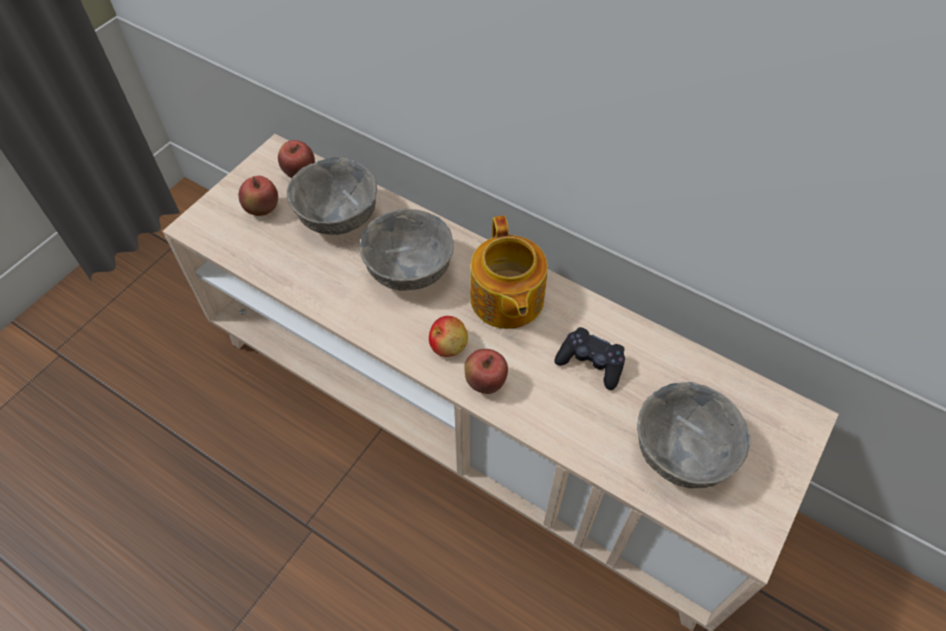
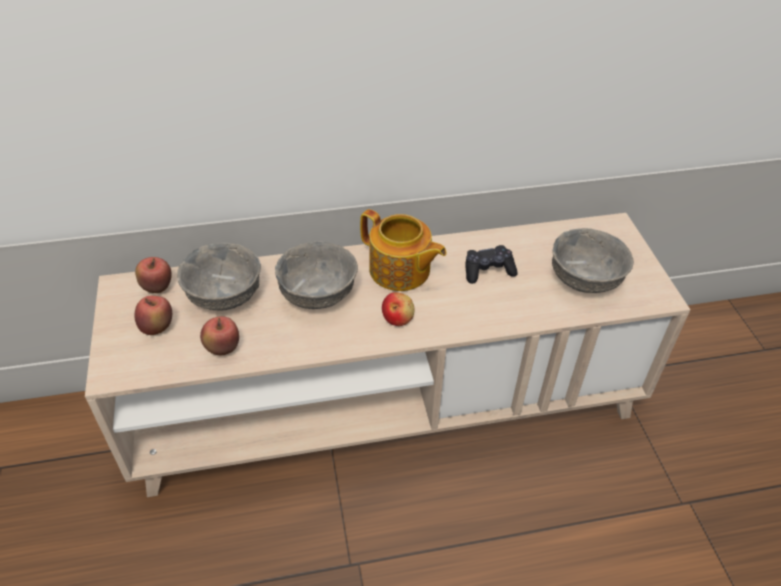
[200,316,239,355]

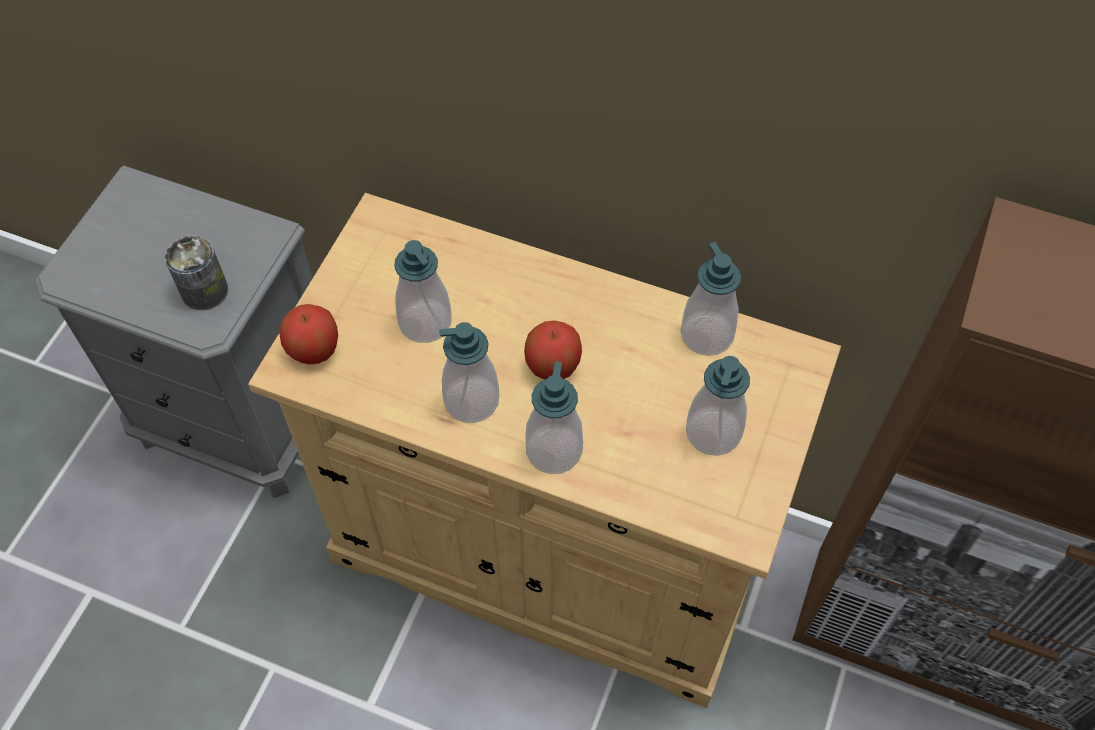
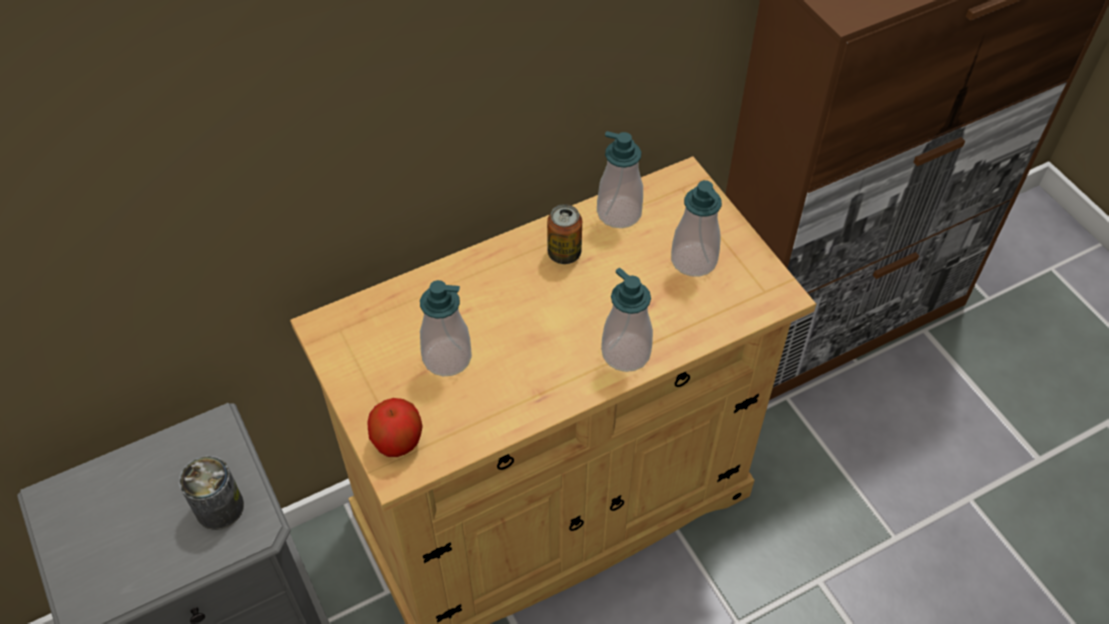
[439,322,499,423] (first image)
[524,320,582,380] (first image)
[547,204,582,264]

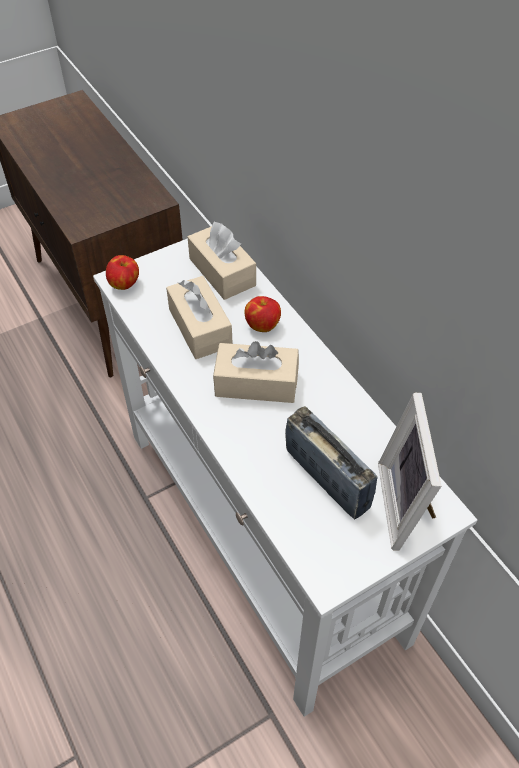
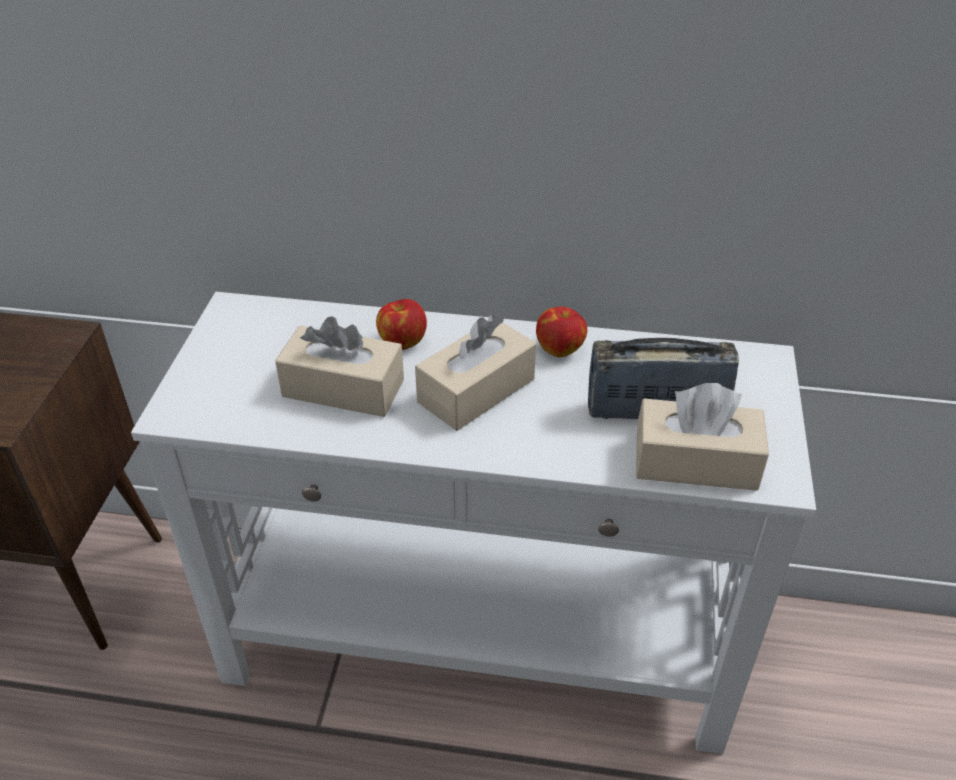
[536,307,587,357]
[636,383,769,491]
[378,393,442,551] (first image)

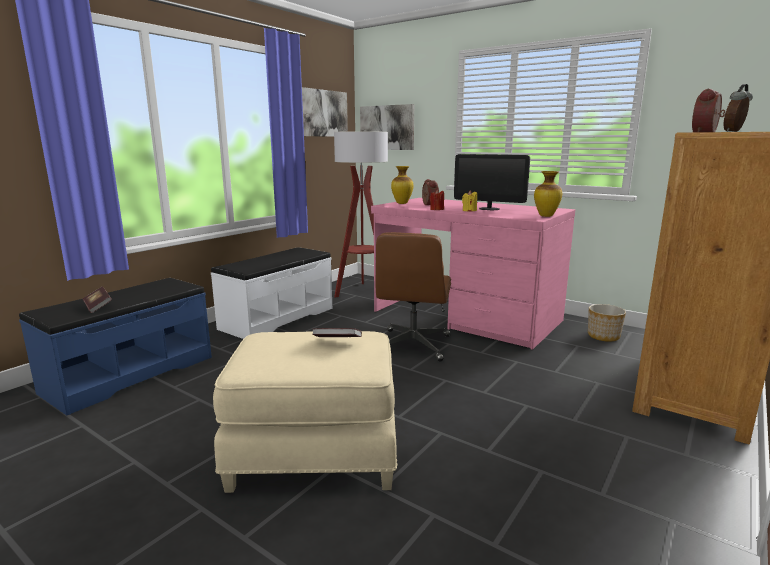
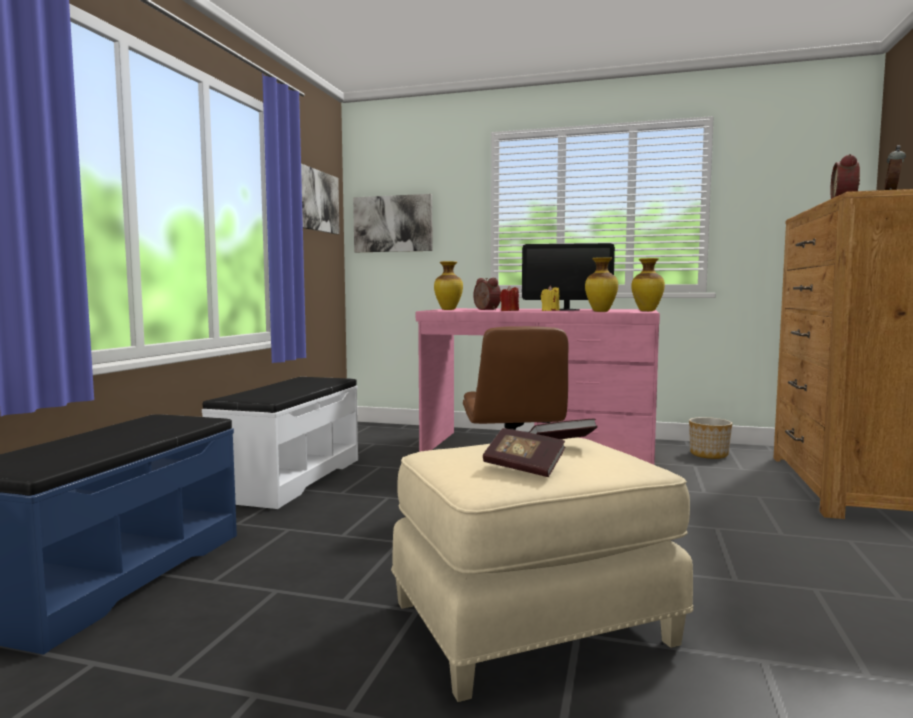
[483,428,565,477]
[334,131,388,298] (first image)
[585,257,618,312]

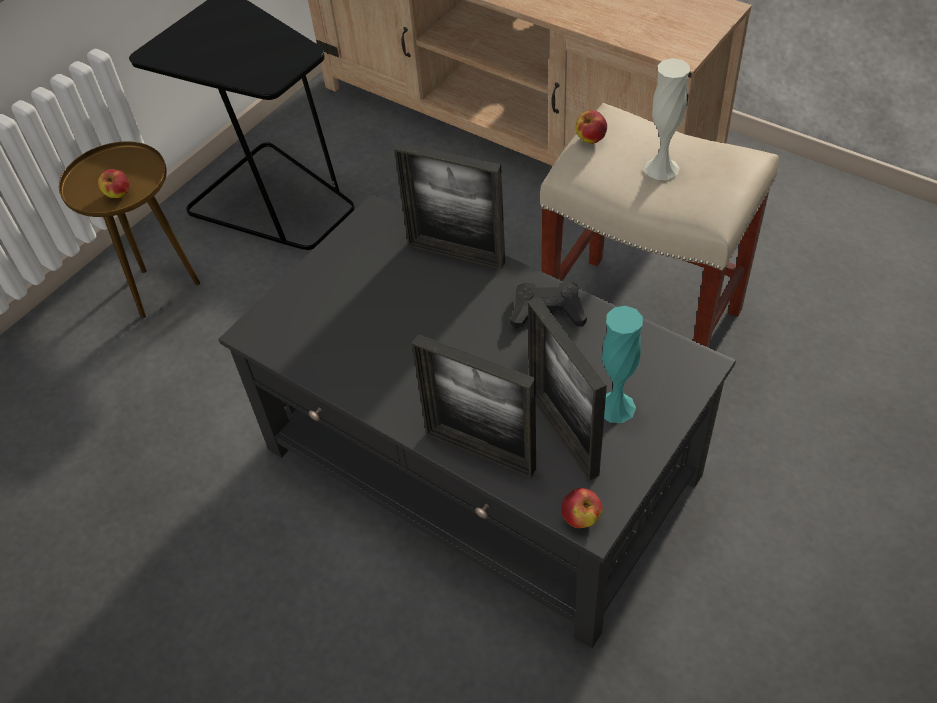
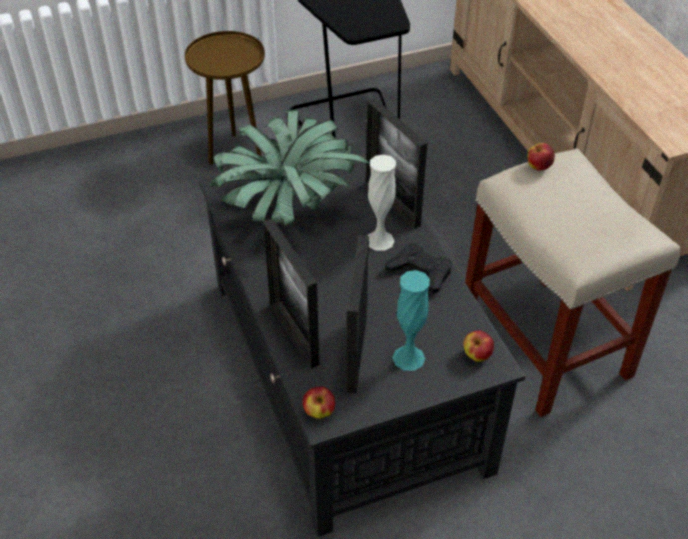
[463,330,494,362]
[368,154,396,251]
[209,110,370,226]

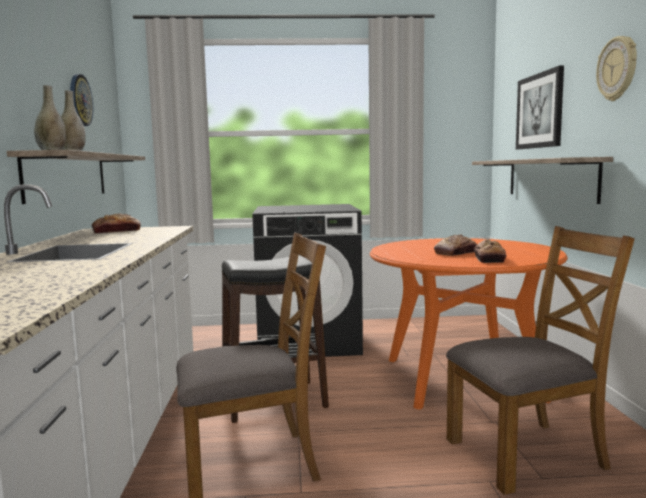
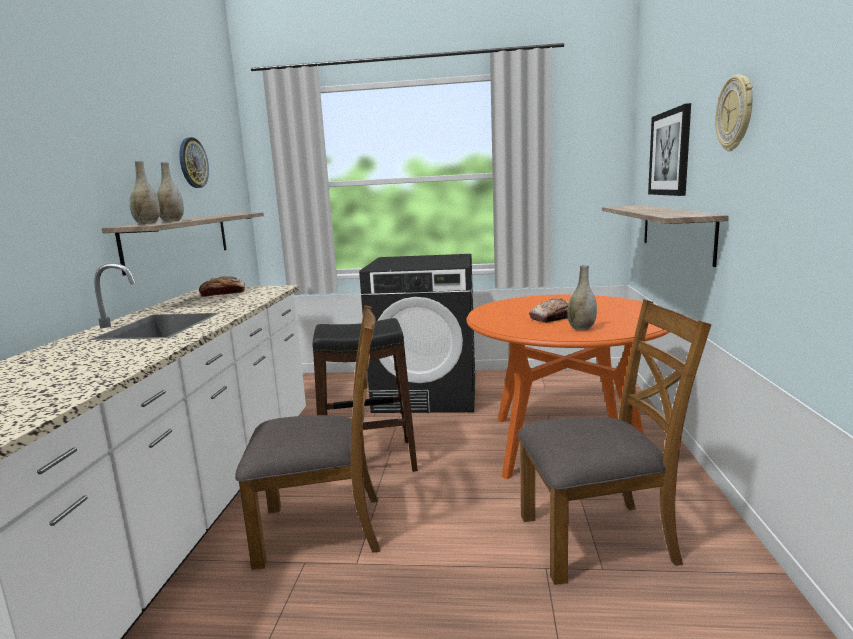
[567,265,597,330]

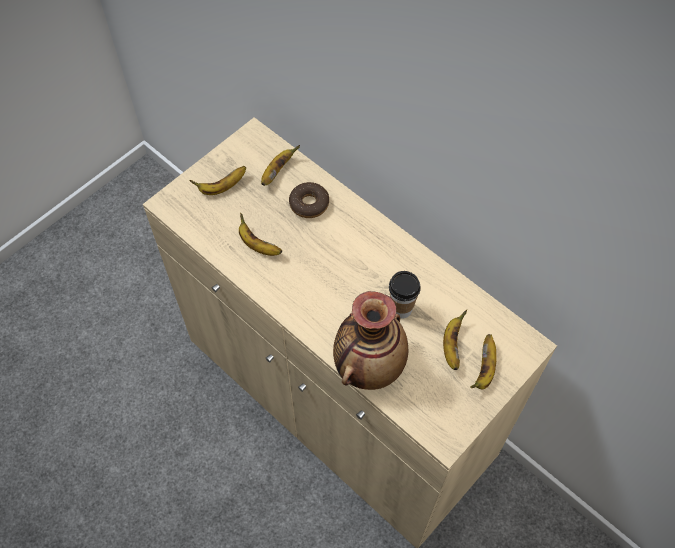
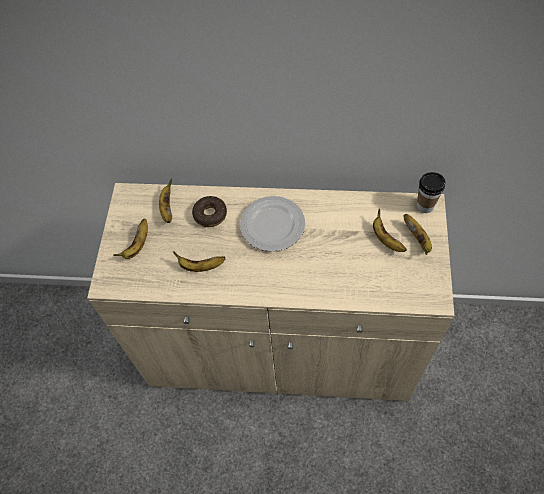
[333,291,408,390] (first image)
[417,172,445,213]
[240,196,305,251]

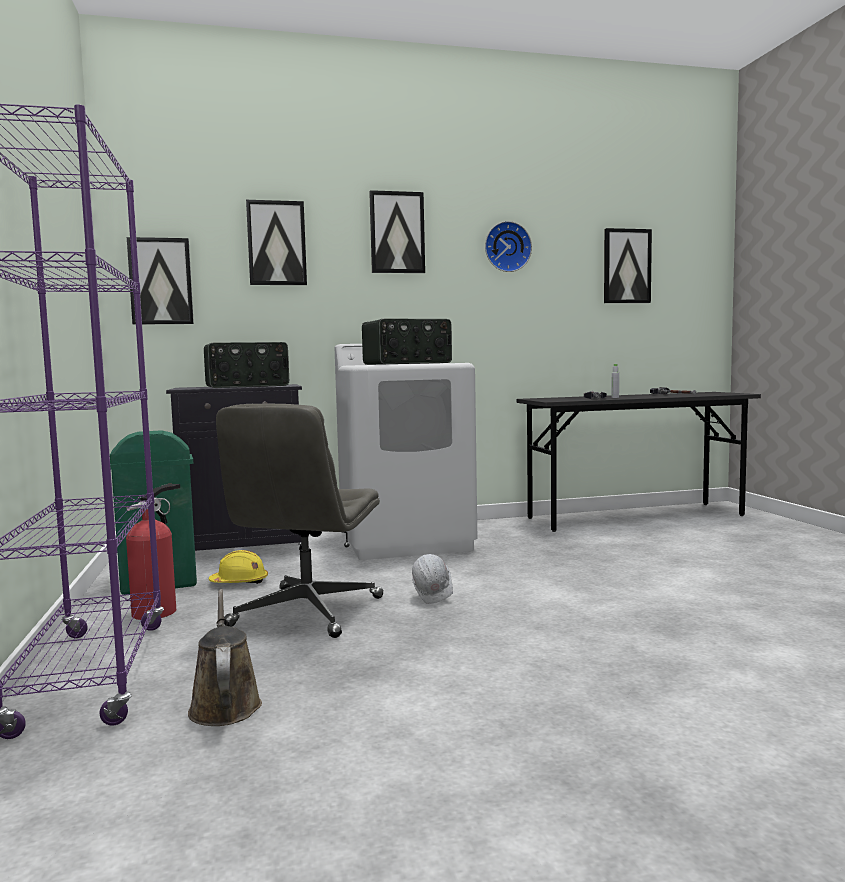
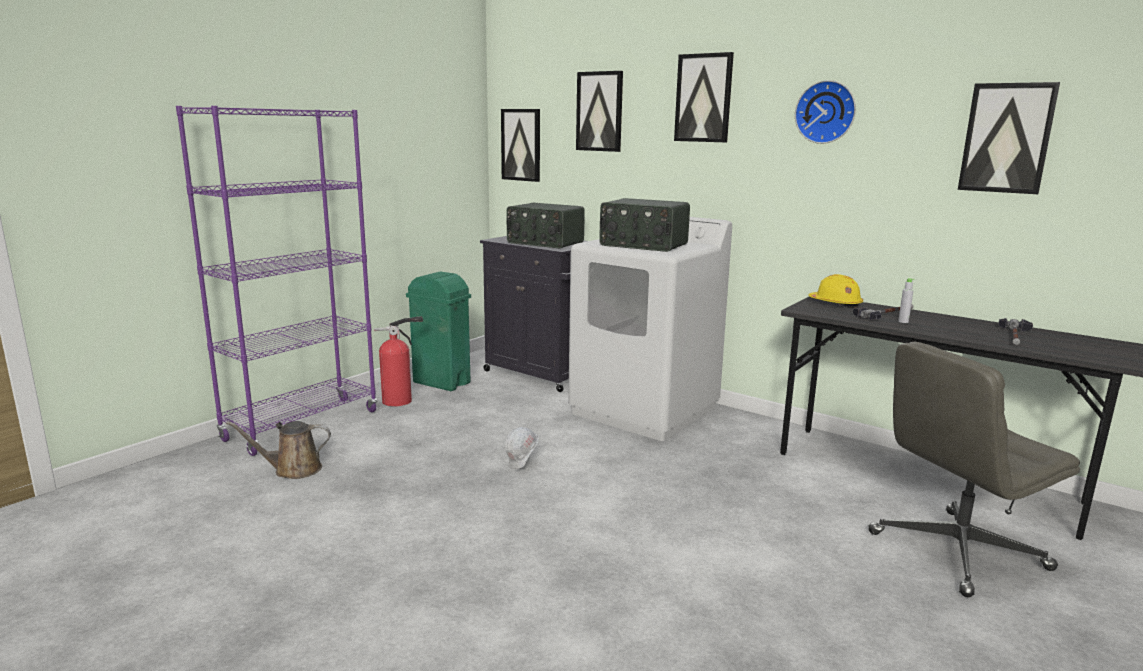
[226,421,331,479]
[808,274,863,308]
[868,341,1080,597]

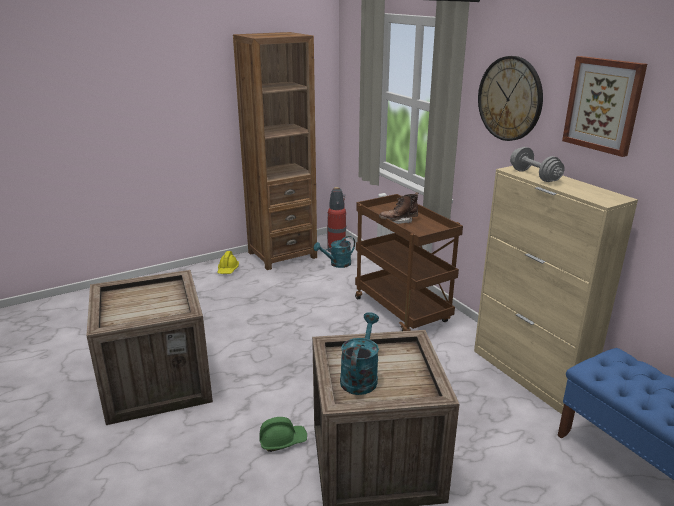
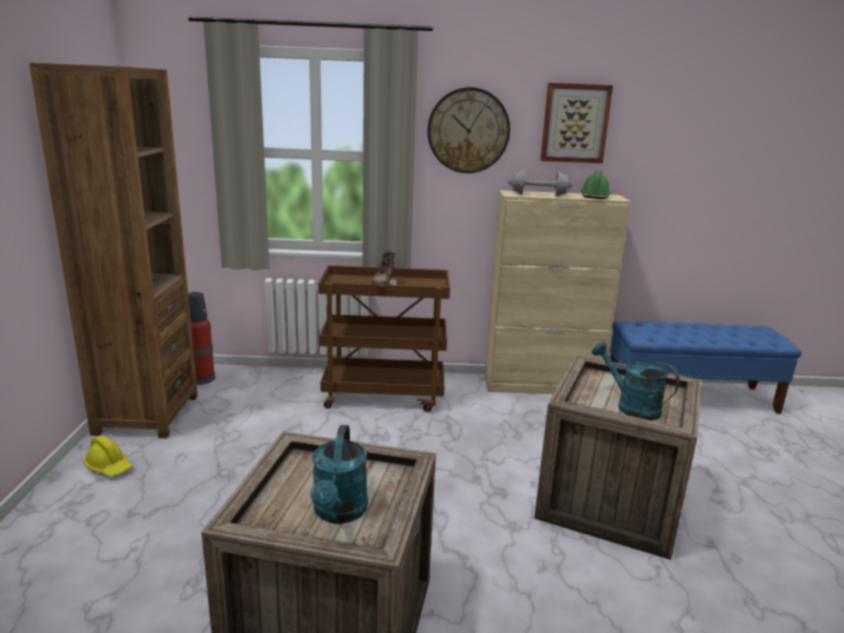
[581,170,611,199]
[311,425,368,524]

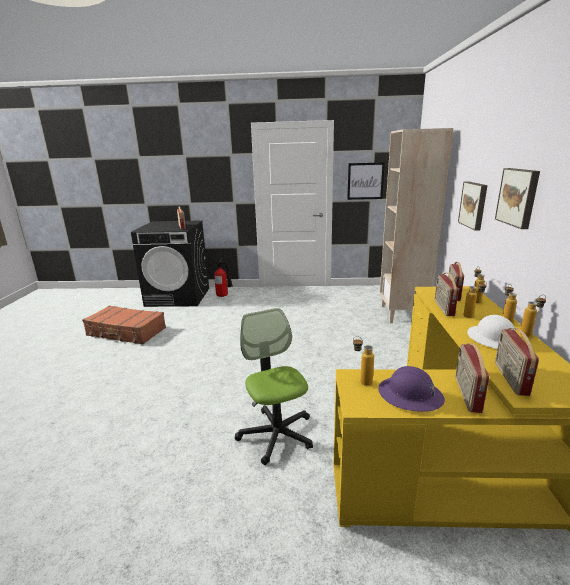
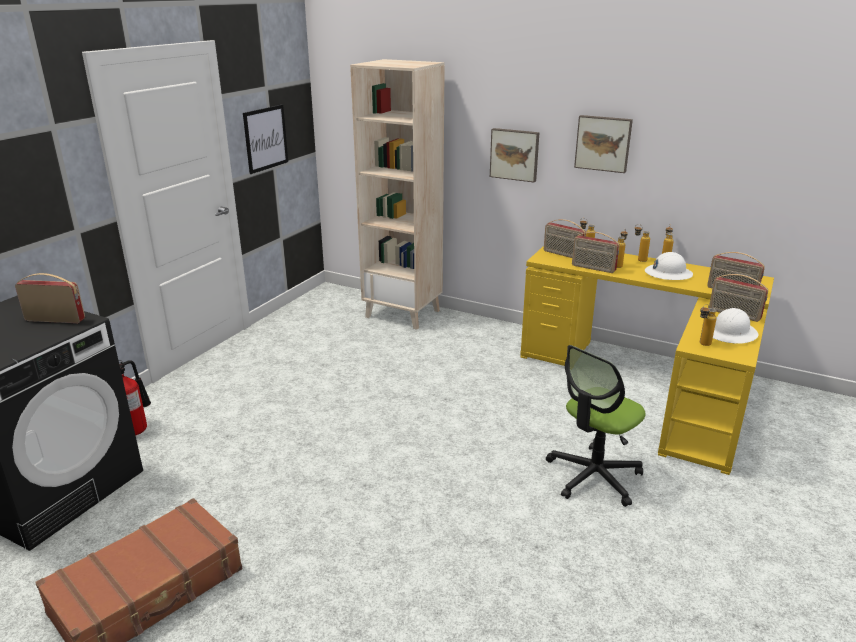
[546,345,645,507]
[713,308,759,344]

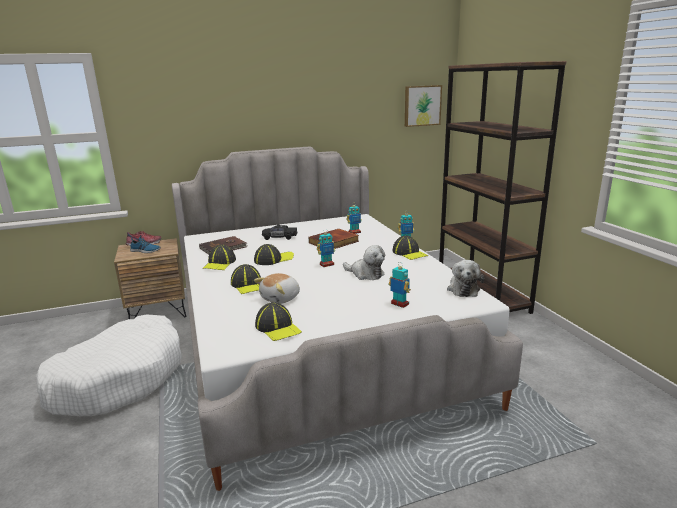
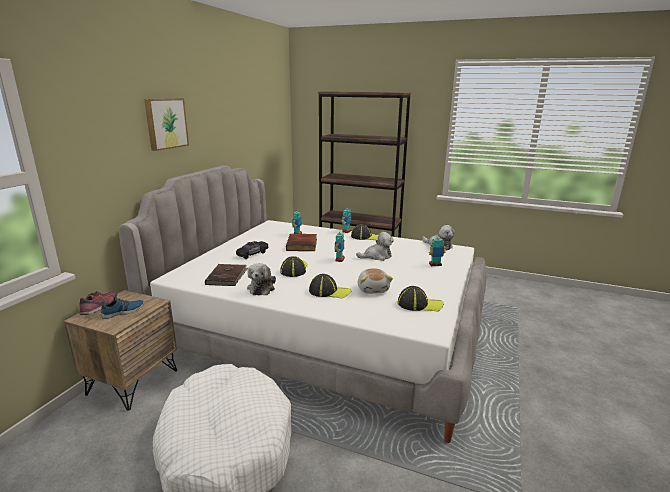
[247,263,276,295]
[144,98,189,151]

